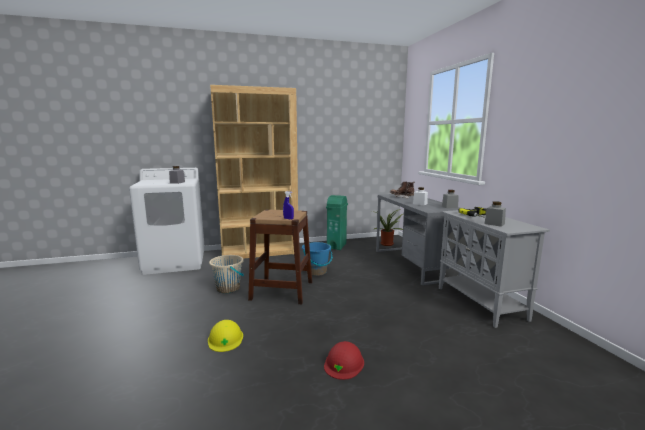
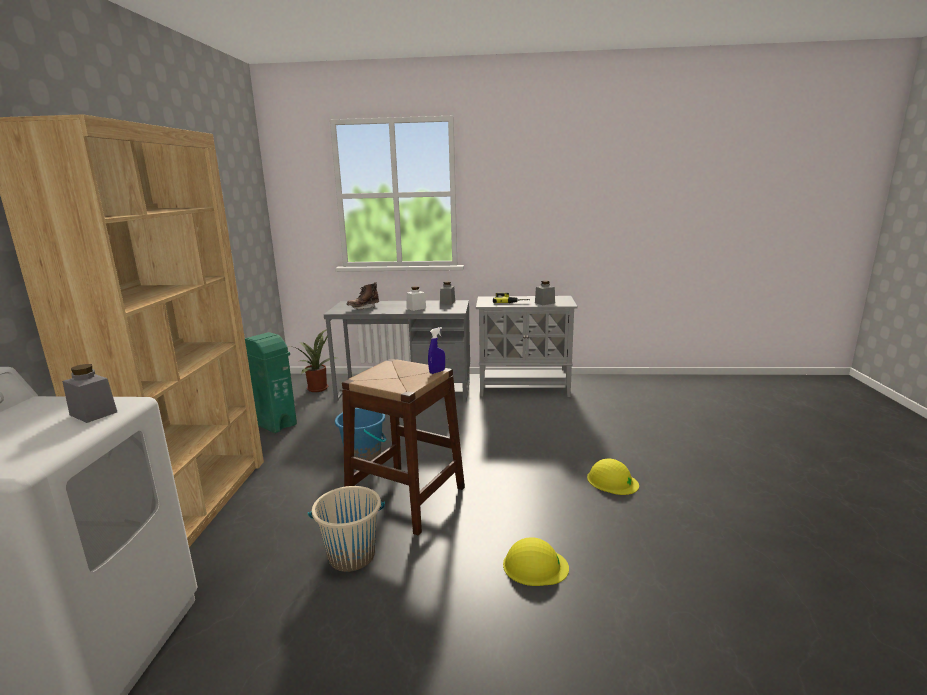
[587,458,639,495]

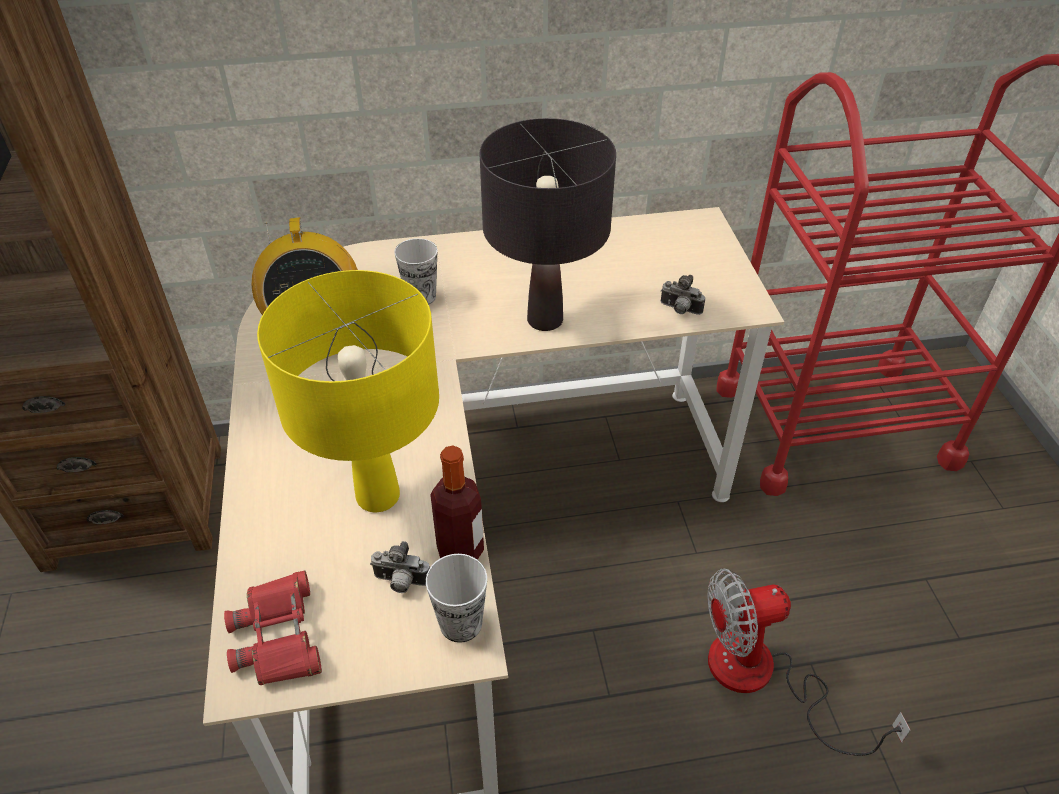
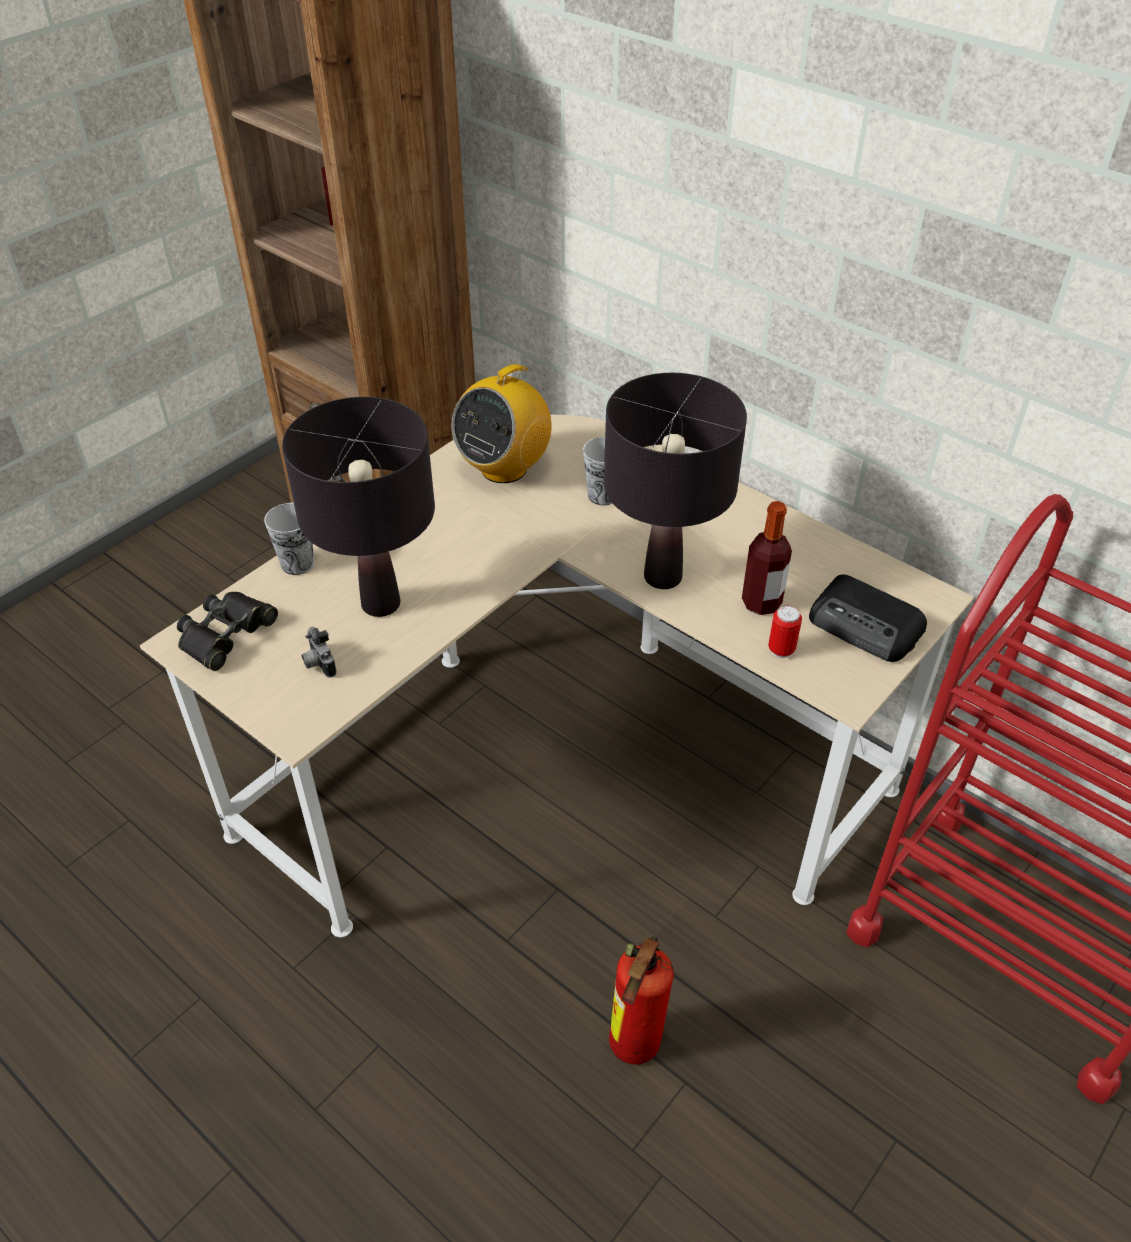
[177,592,278,671]
[282,397,435,617]
[264,503,314,575]
[742,501,792,615]
[768,605,802,658]
[609,936,674,1064]
[809,574,927,662]

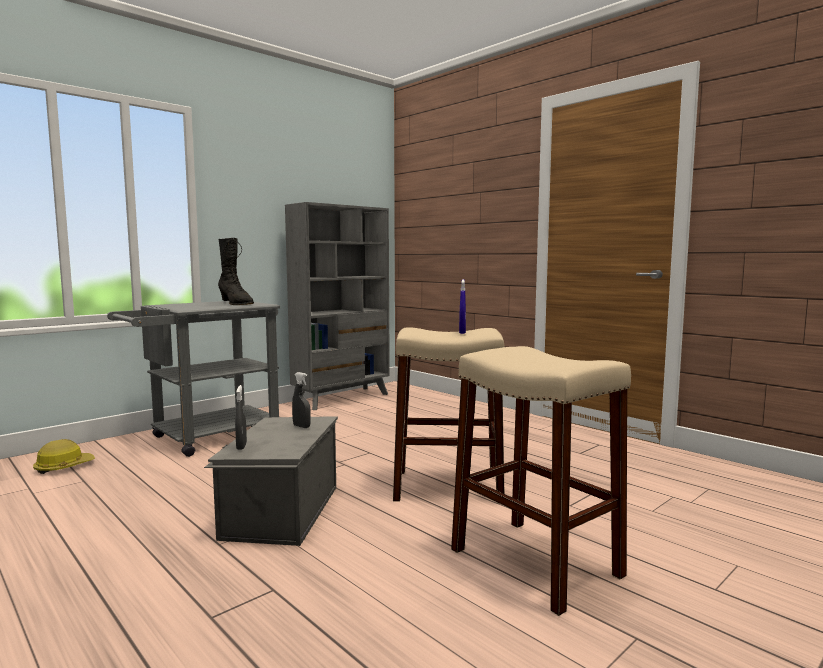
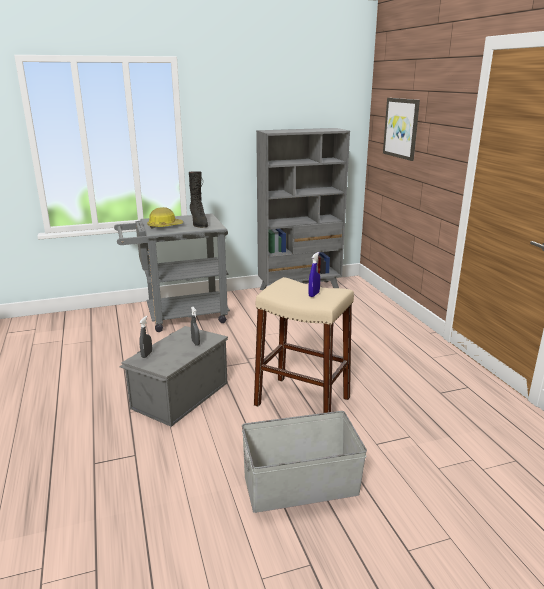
[147,207,183,229]
[242,411,367,513]
[383,98,420,161]

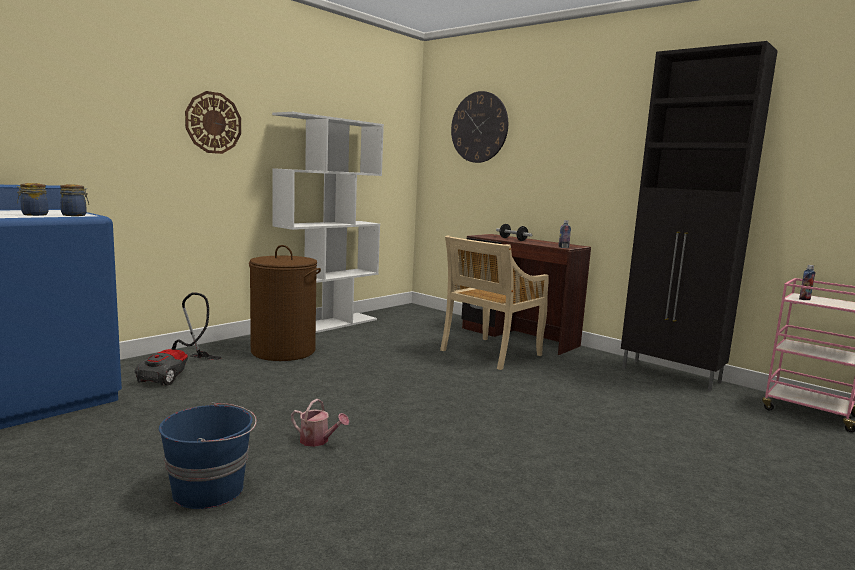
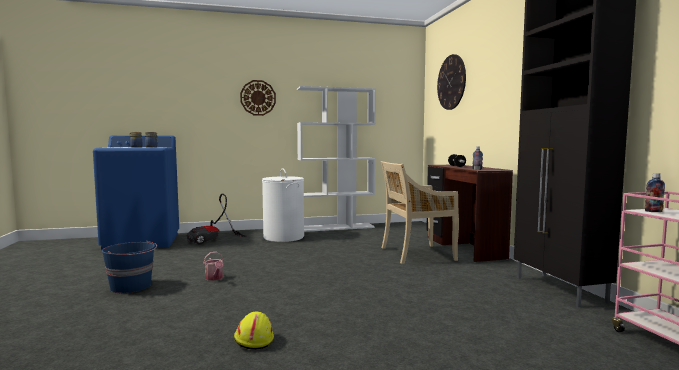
[262,168,304,242]
[234,312,274,350]

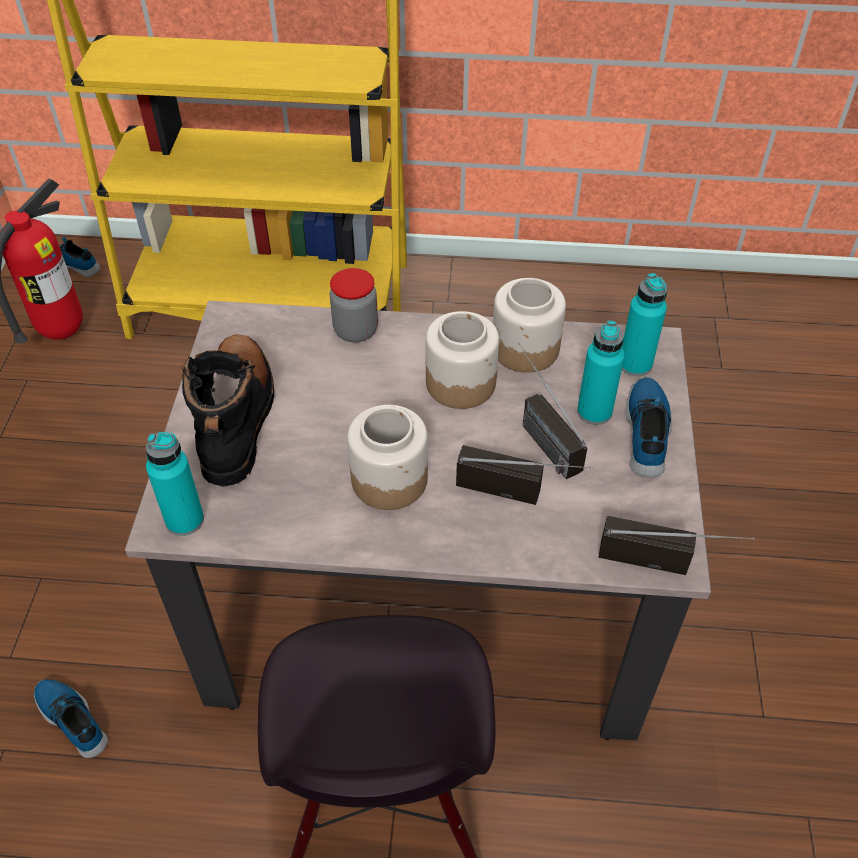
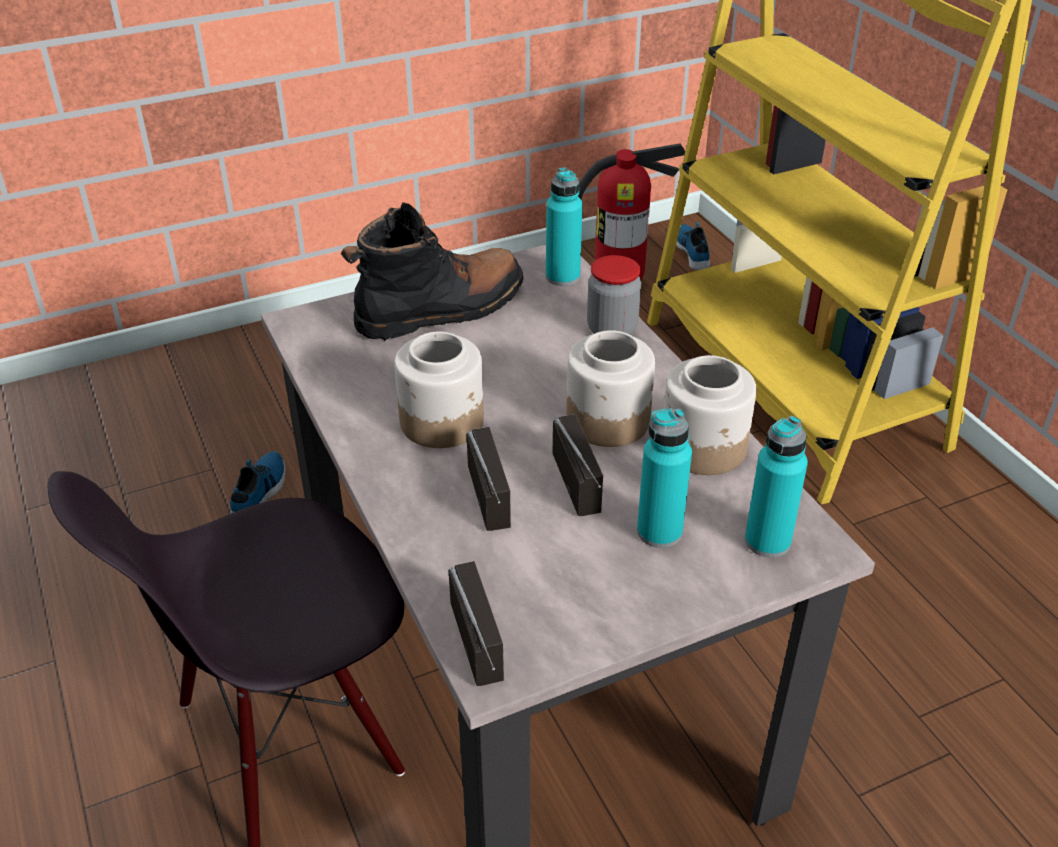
[546,167,583,286]
[553,414,603,516]
[625,377,673,478] (first image)

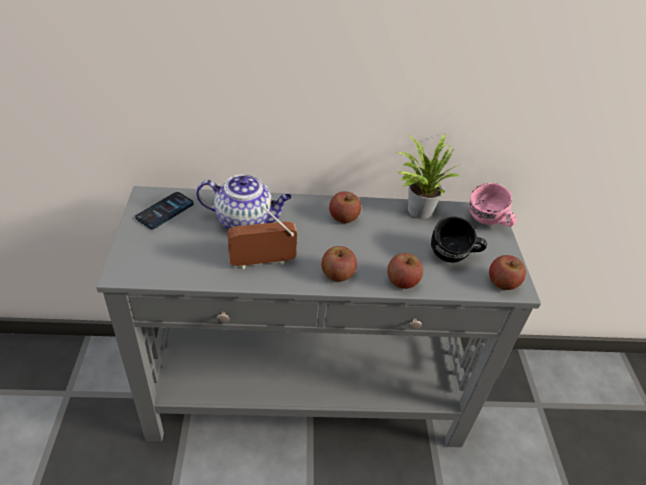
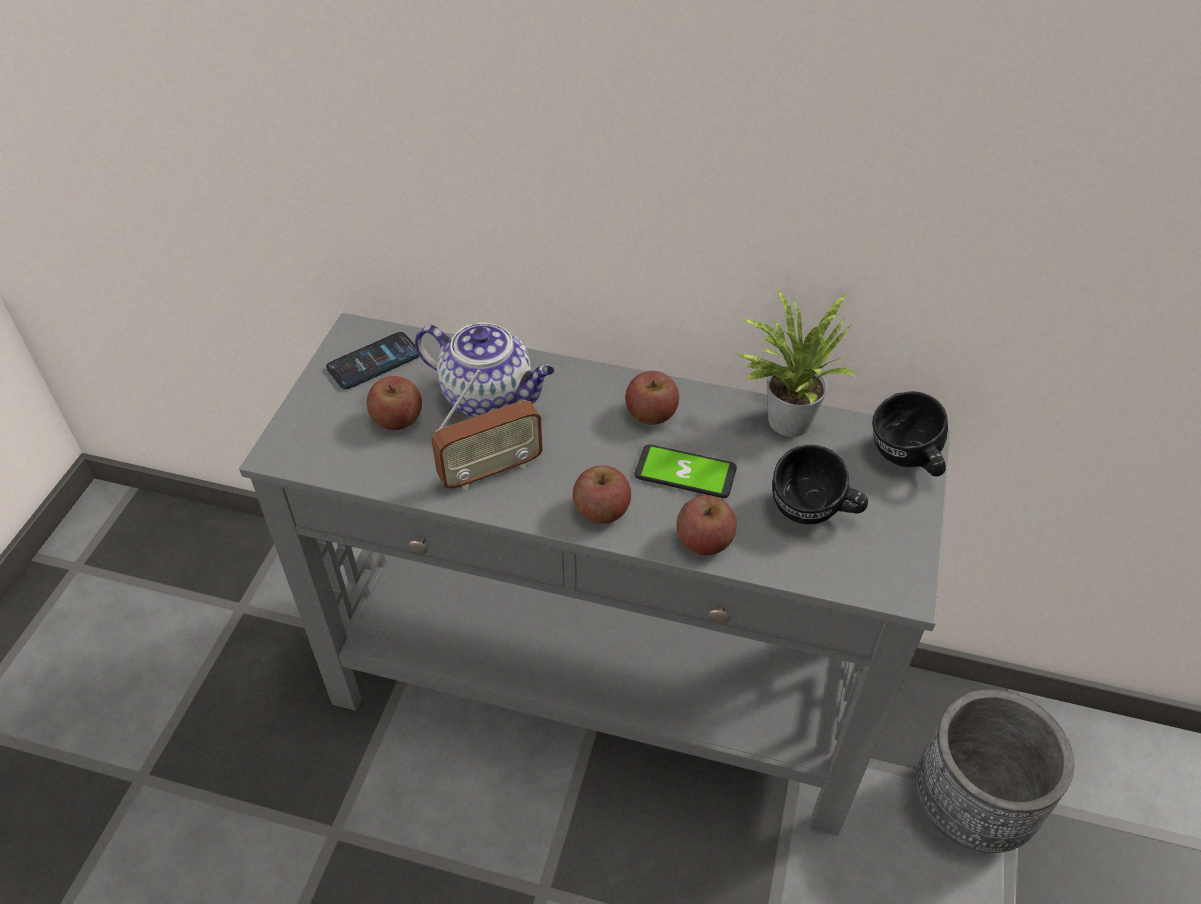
[431,370,543,490]
[872,391,948,476]
[367,376,422,430]
[635,444,737,498]
[916,689,1074,853]

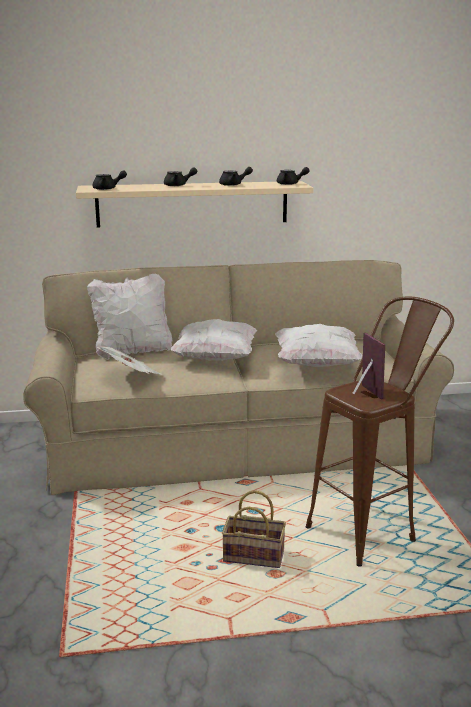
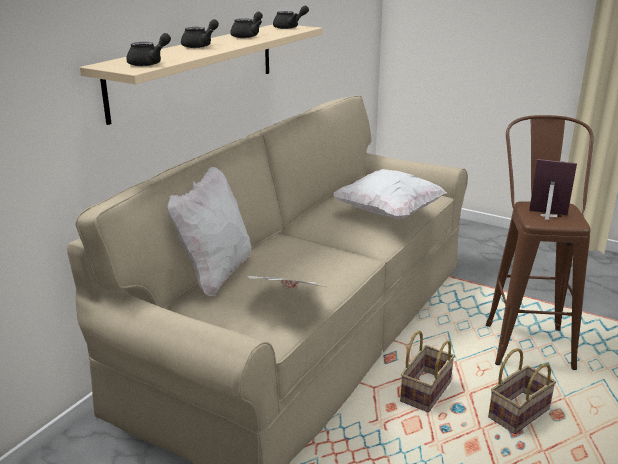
[170,319,257,361] (first image)
[400,330,455,412]

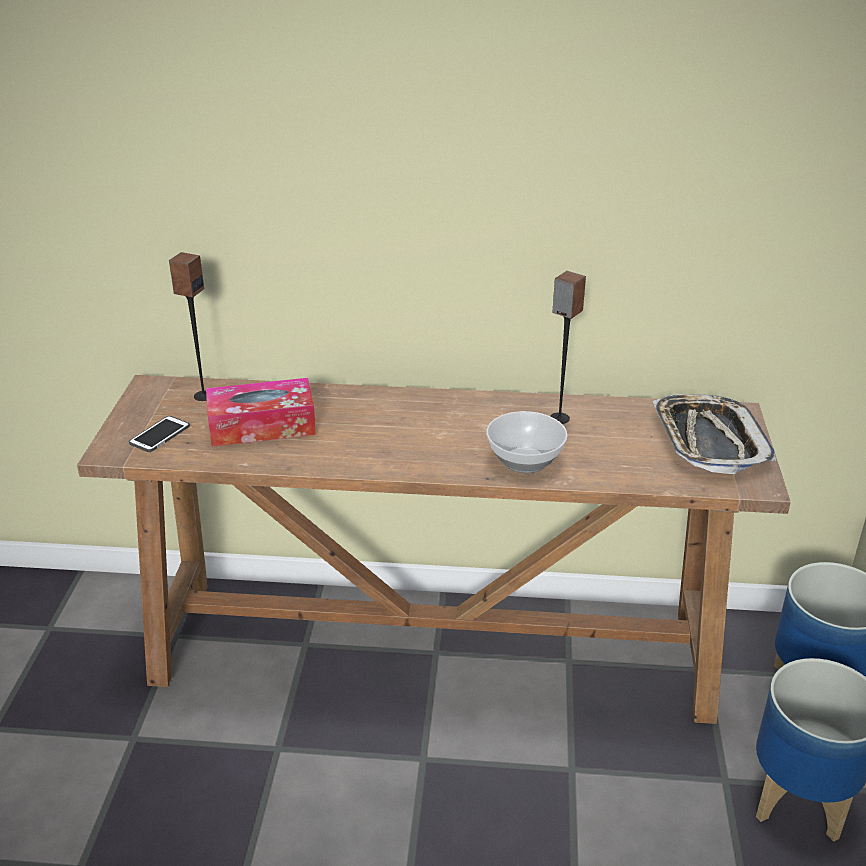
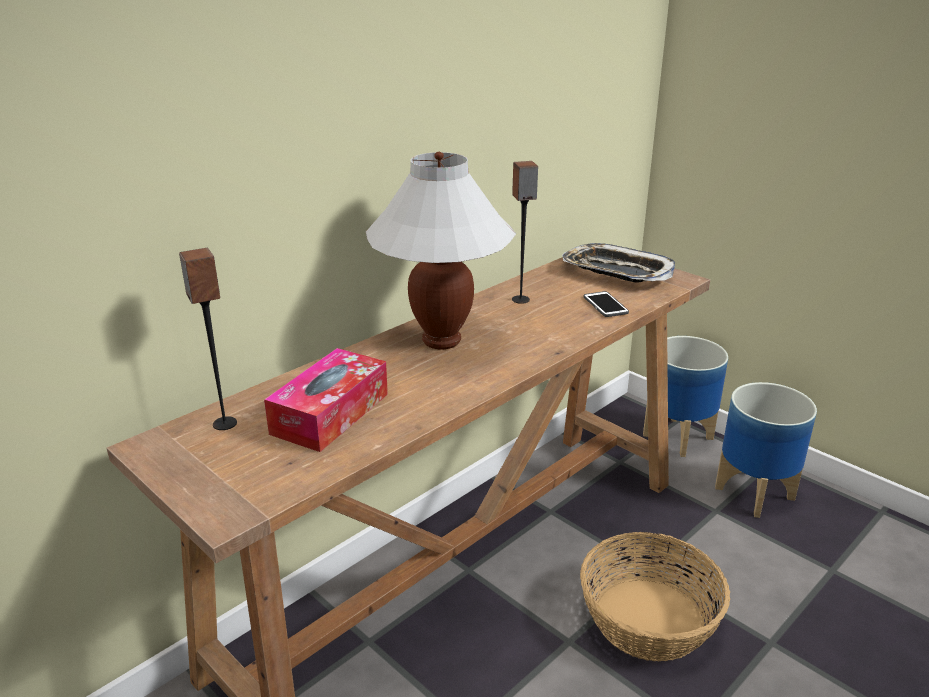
[584,291,629,317]
[486,411,568,473] (first image)
[366,152,516,350]
[580,532,730,661]

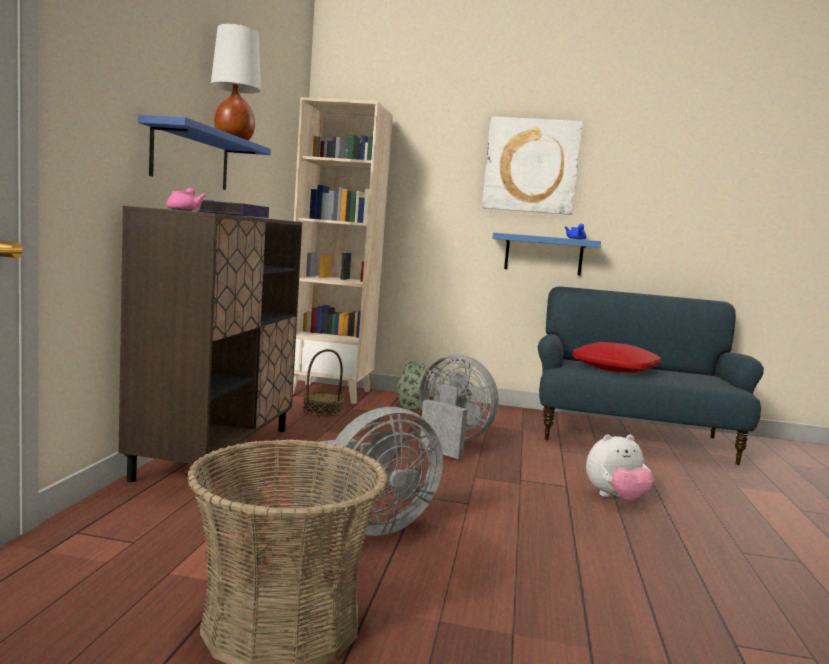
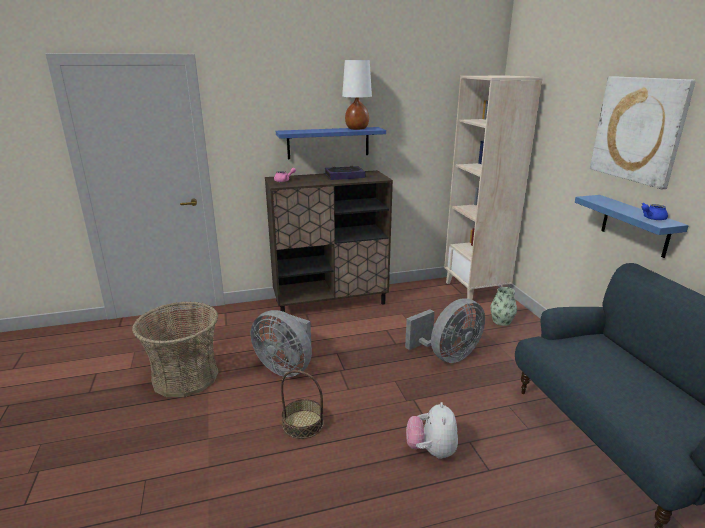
[281,370,324,439]
[405,299,485,363]
[572,342,661,373] (first image)
[406,402,458,459]

